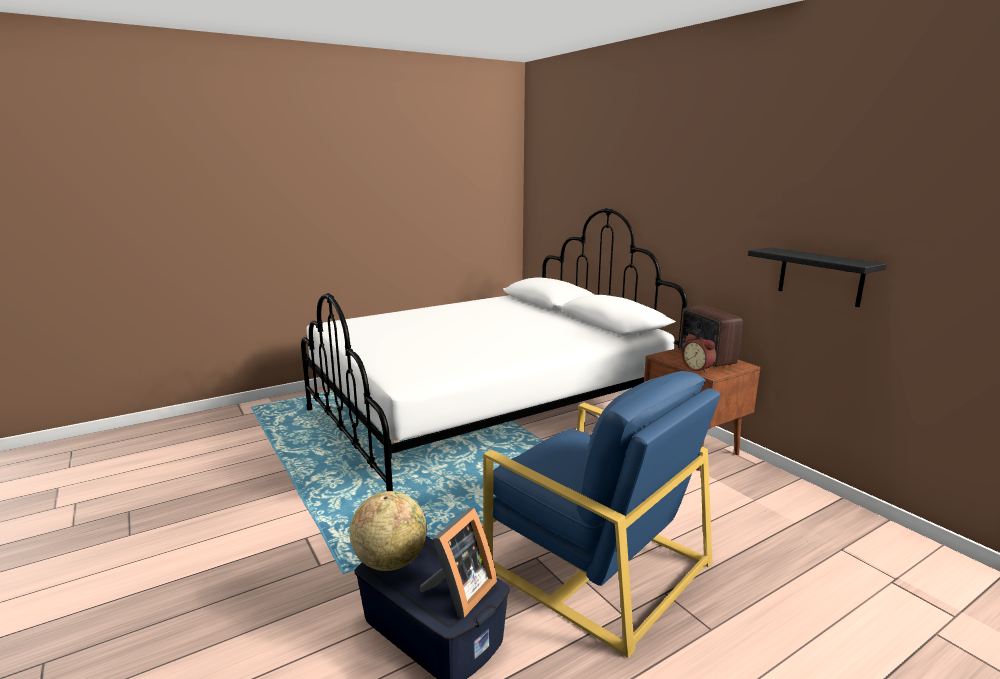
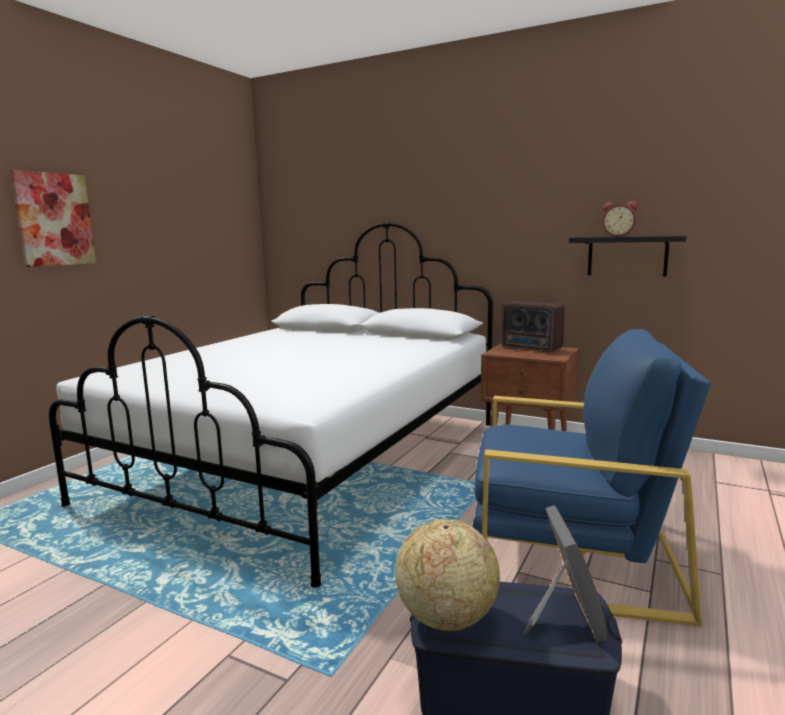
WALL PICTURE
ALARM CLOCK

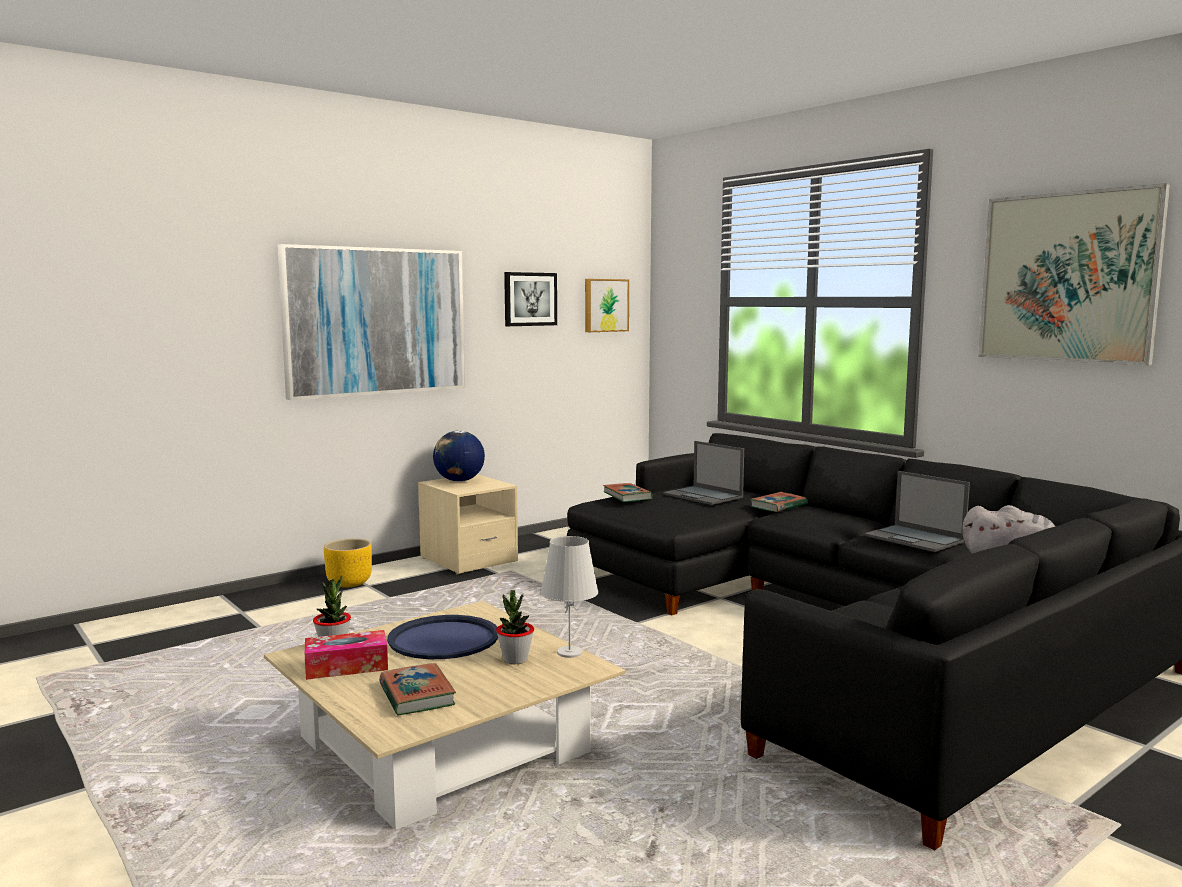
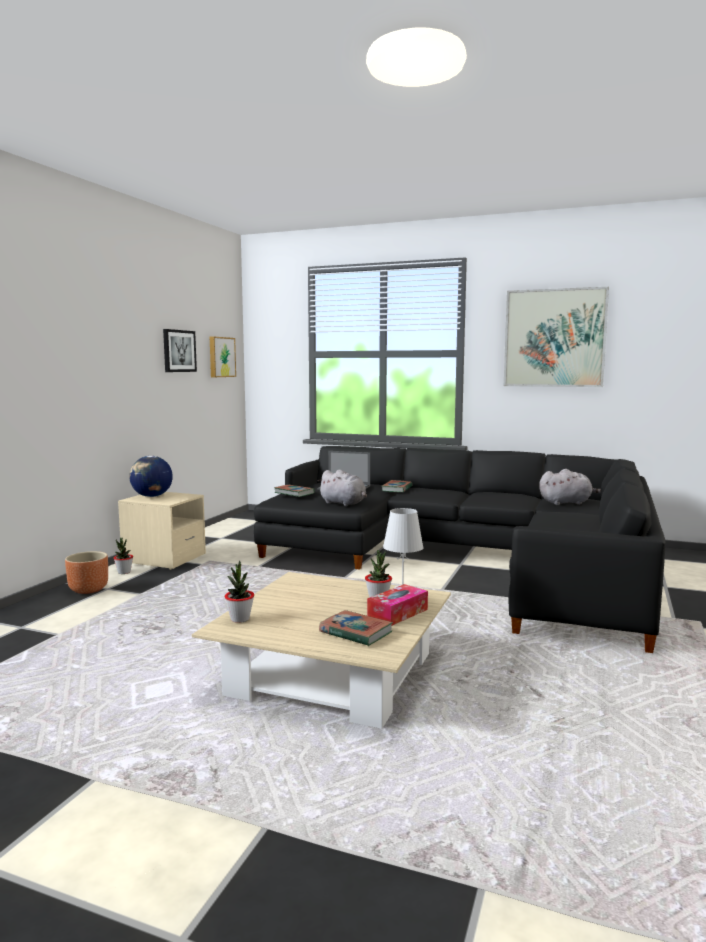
WALL PICTURE (1st from left in the first image)
BLUISH CARRYING TRAY
NOTEBOOK COMPUTER (2nd from left in the first image)
PLANT IN A POT (1st from left)
GRAY PLUSH TOY (1st from left)
TISSUE HOLDER
BROWN PLANT POT

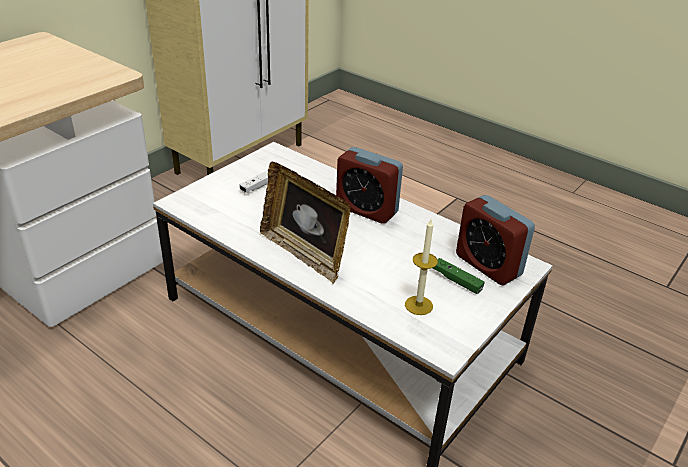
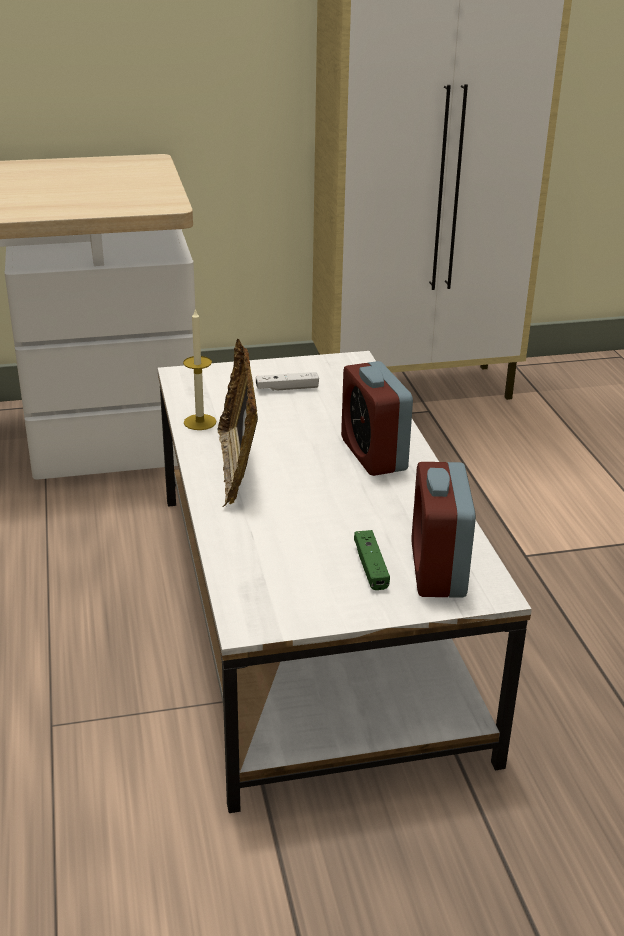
WAX CANDLE

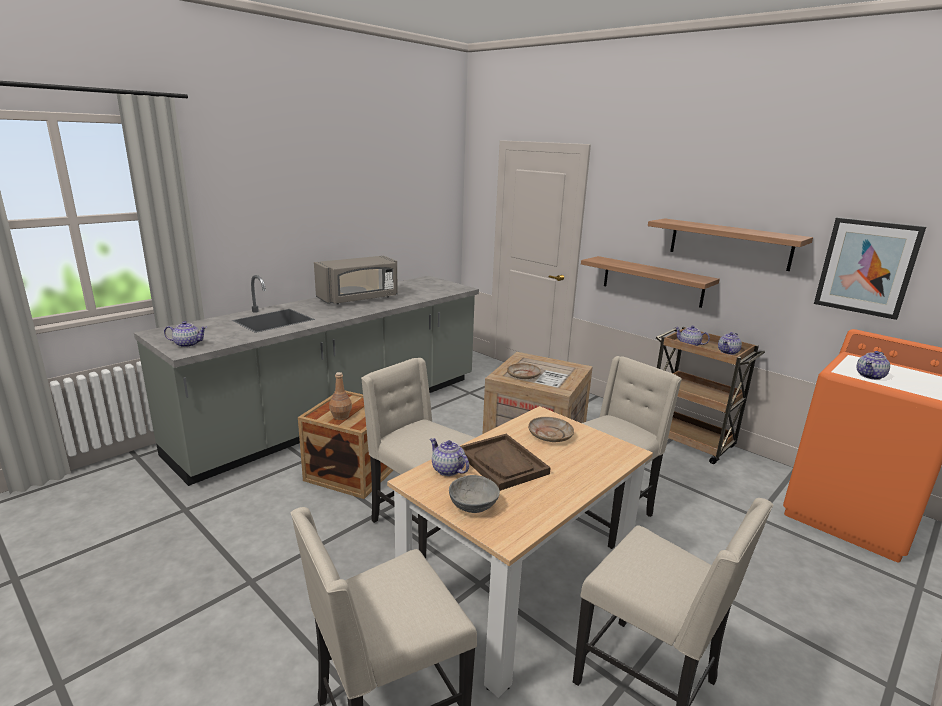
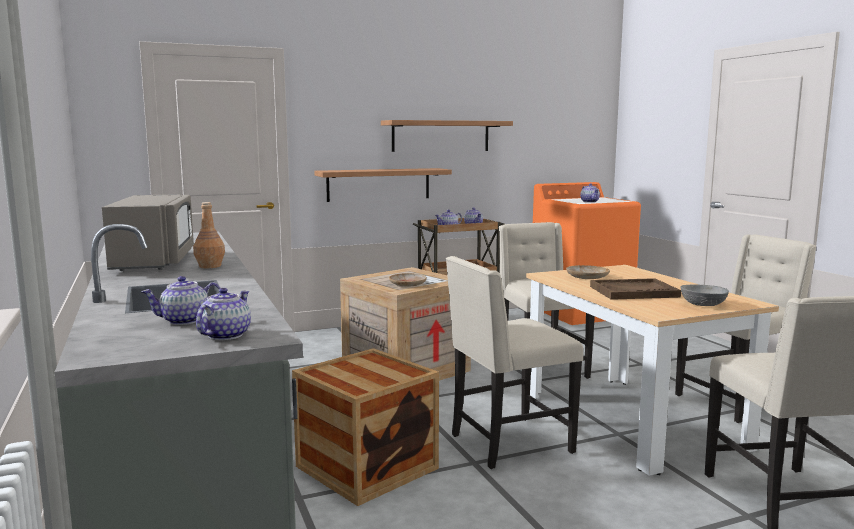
WALL PICTURE
BROWN BEVERAGE BOTTLE
TEAPOT (1st from left)

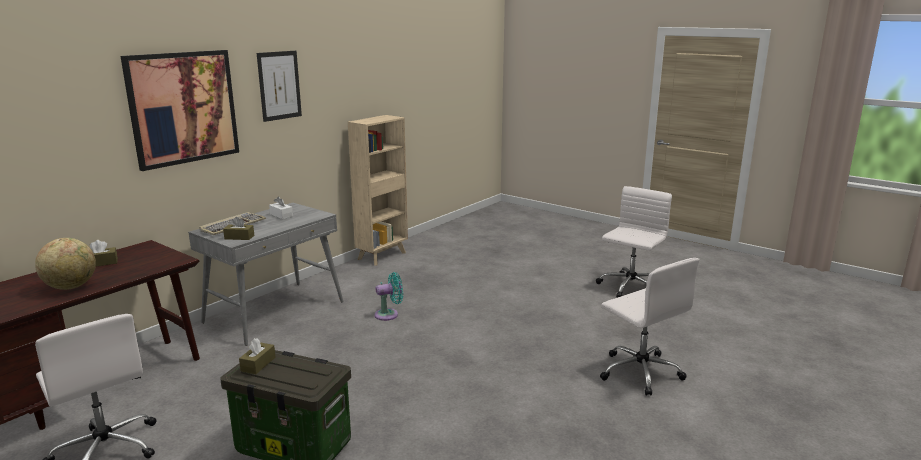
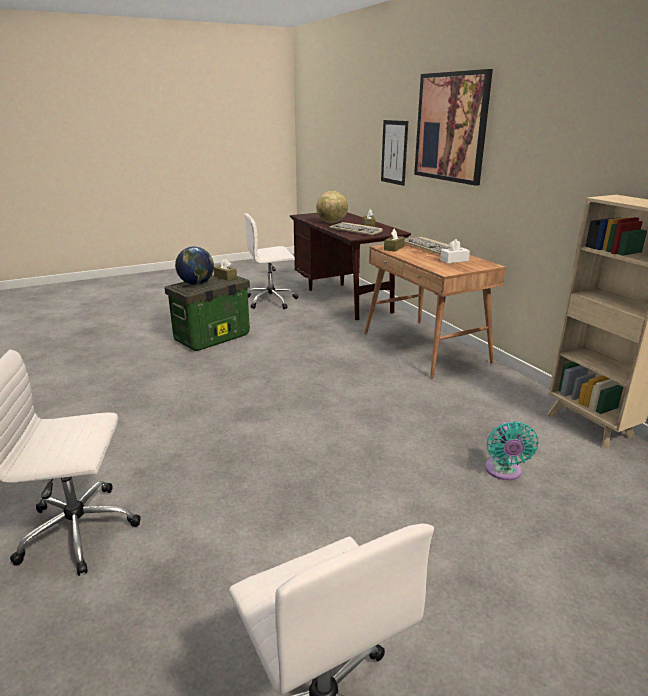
GLOBE (1st from left)
KEYBOARD (1st from left)
WALL PICTURE (1st from left)
TURQUOISE COOLING FAN
BROWN DESK (2nd from left)

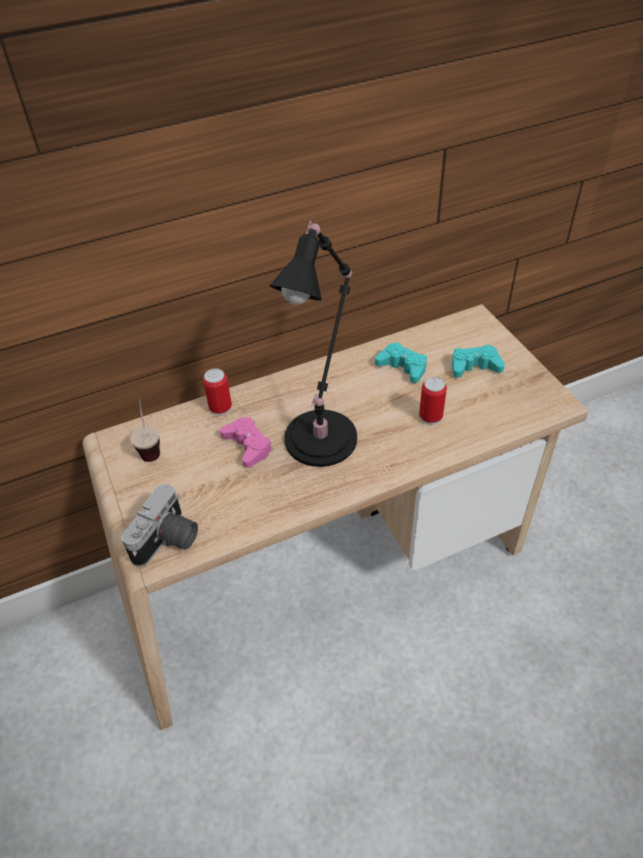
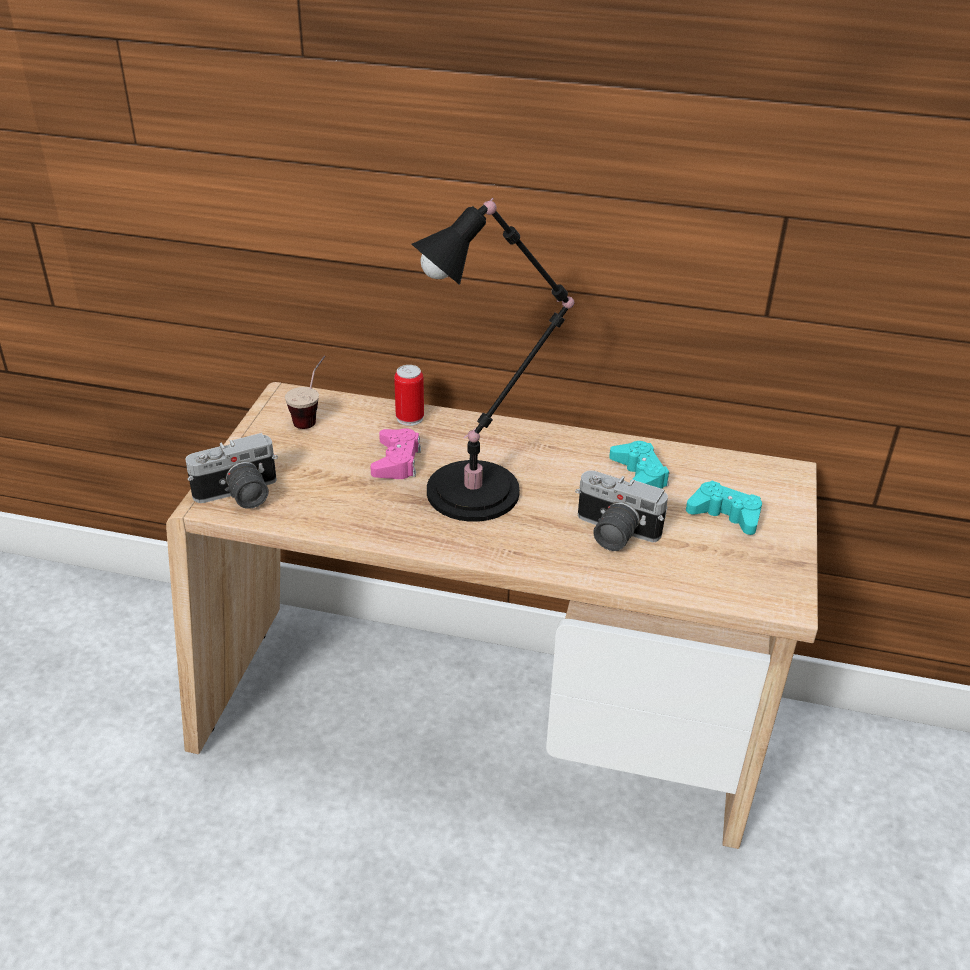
PHOTO CAMERA (2nd from left)

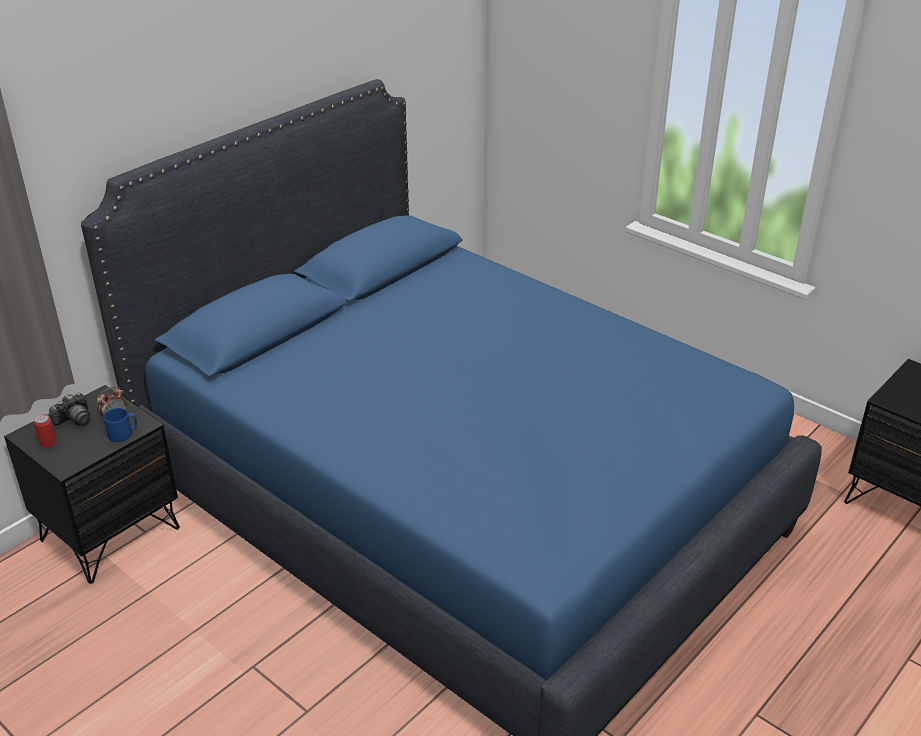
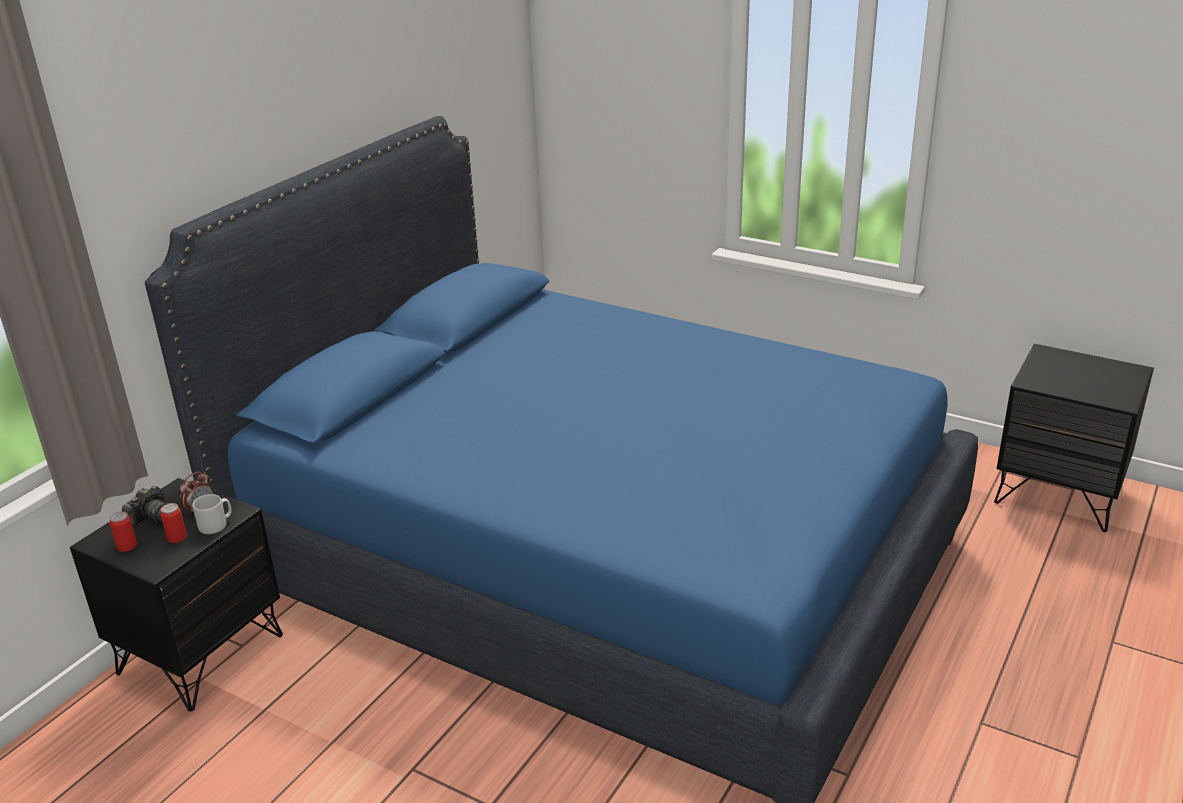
CAN (2nd from left)
GRAY MUG

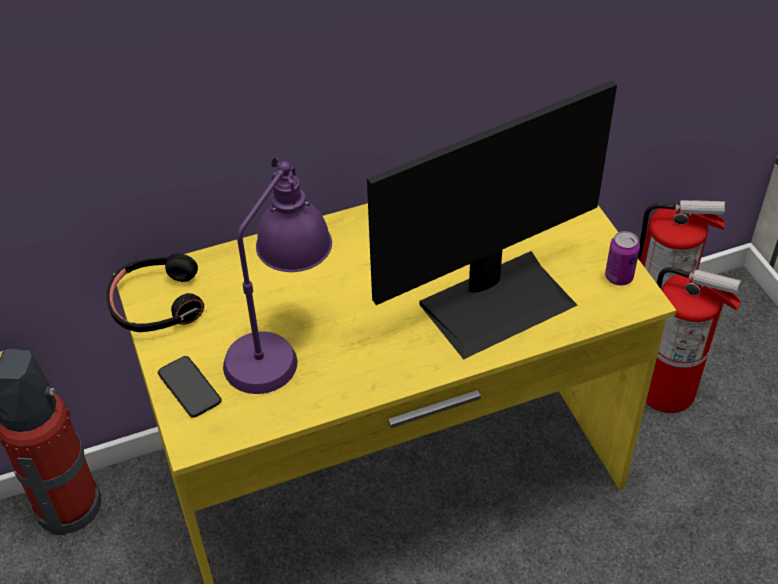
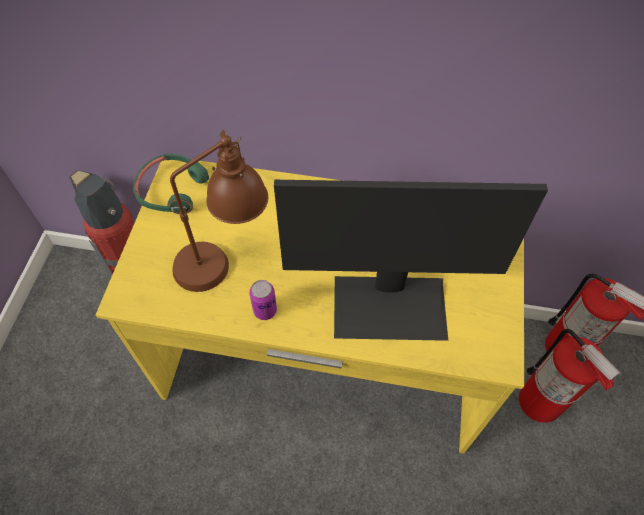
PHONE
CAN
GREENISH PAIR OF HEADPHONES
BROWN TABLETOP LAMP

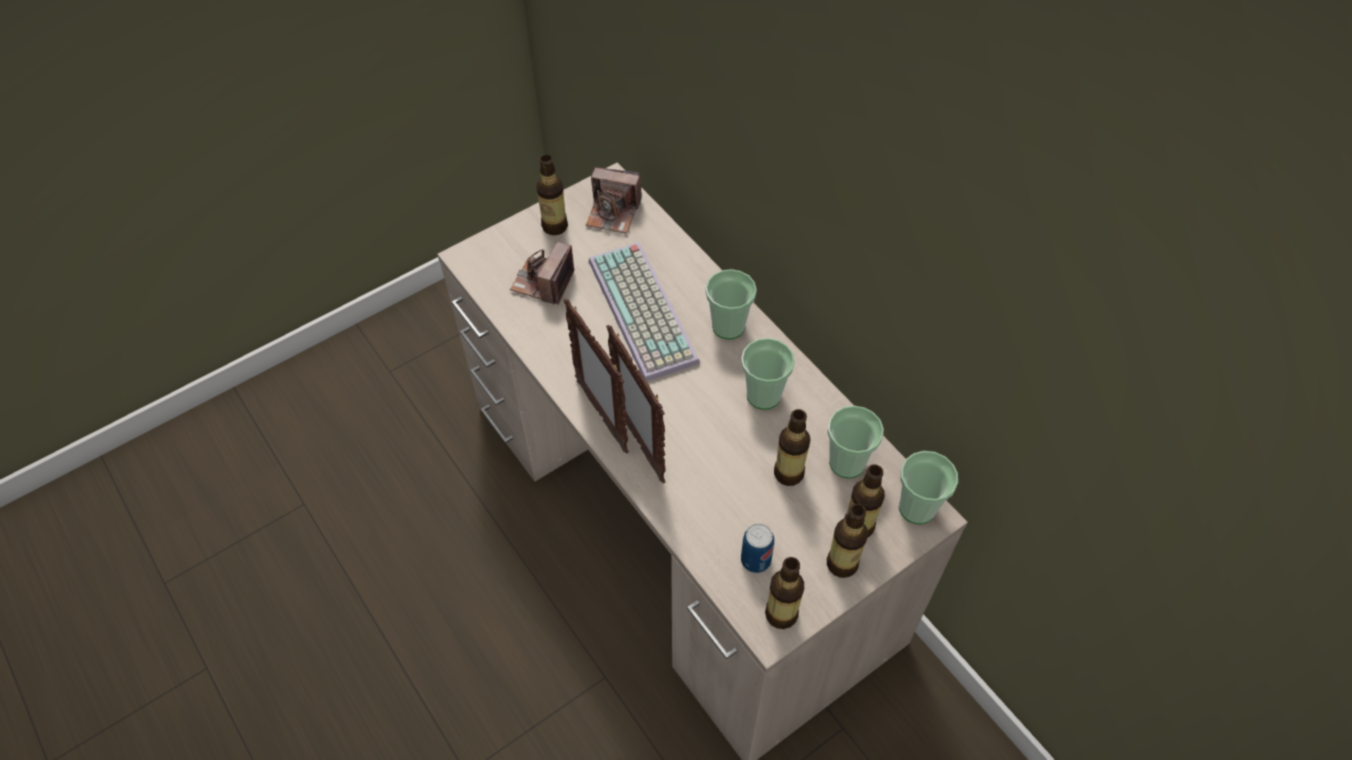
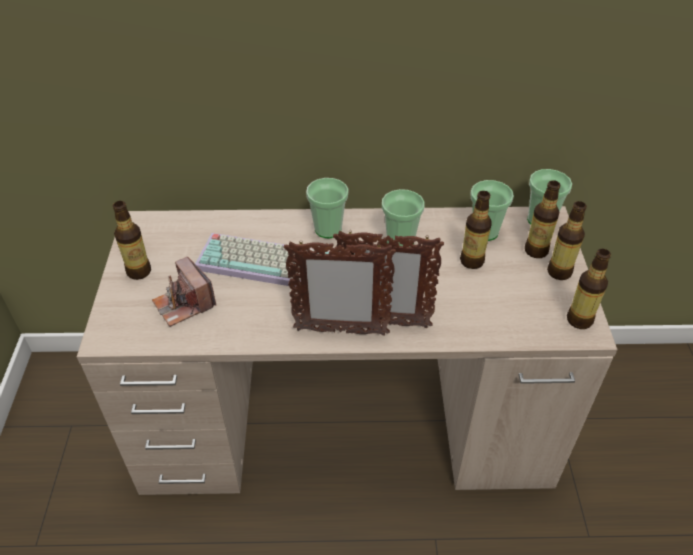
PHOTO CAMERA (2nd from left in the first image)
CAN

